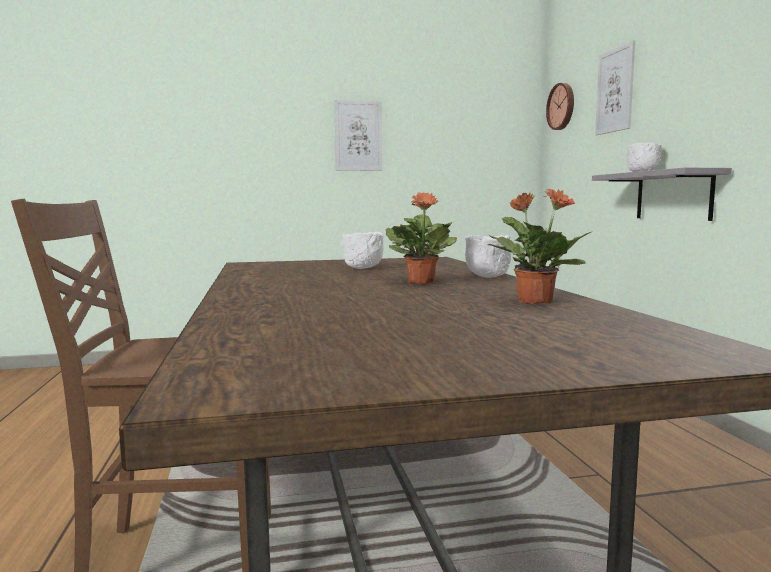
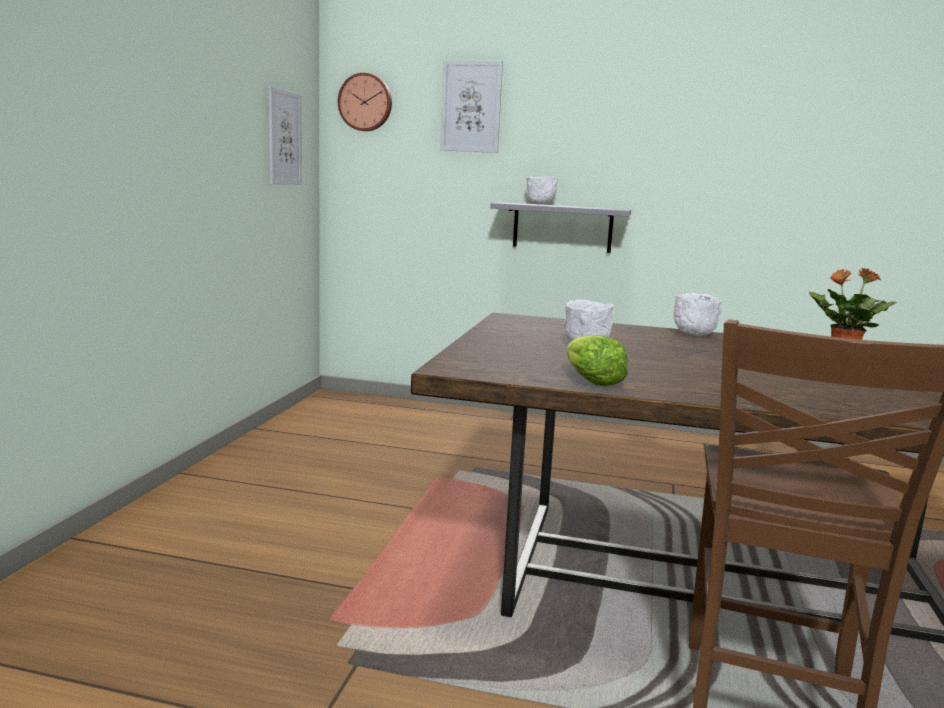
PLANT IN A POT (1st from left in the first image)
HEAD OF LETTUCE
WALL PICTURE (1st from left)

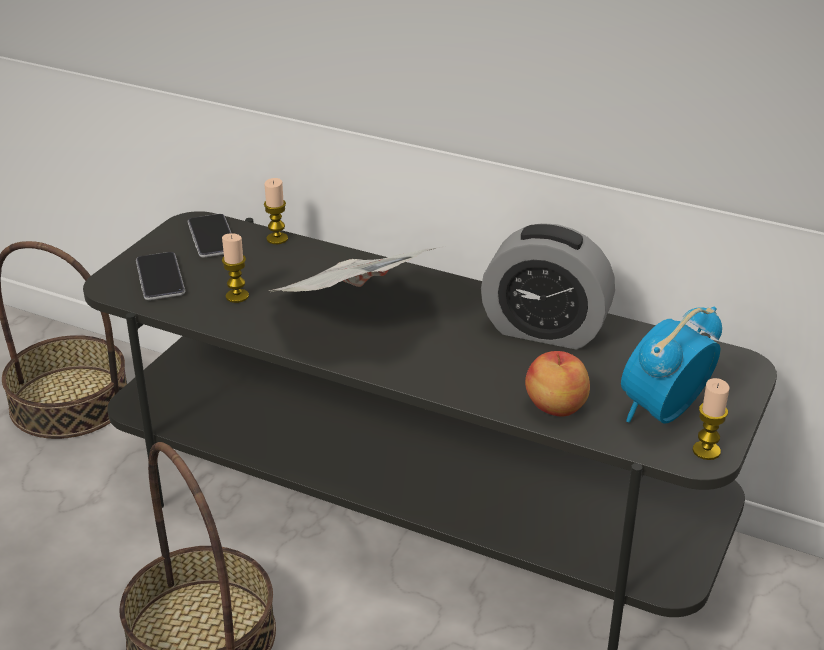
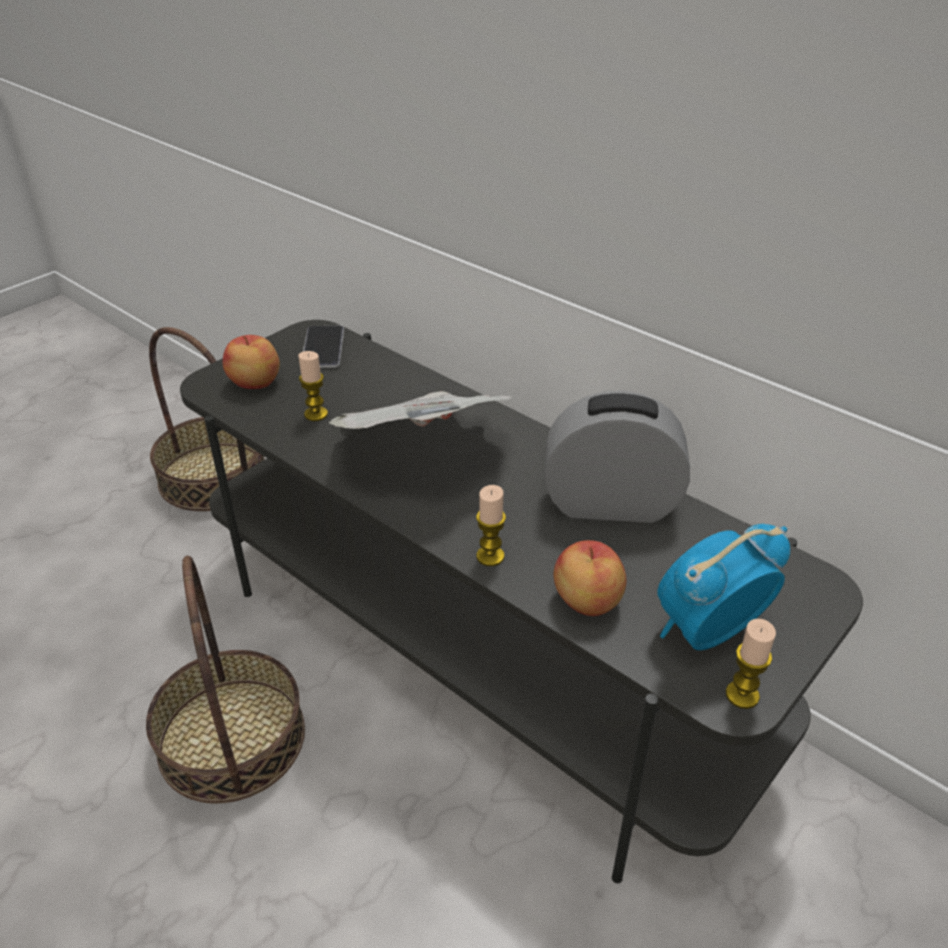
WAX CANDLE (2nd from left)
APPLE (1st from left)
ALARM CLOCK (1st from left)

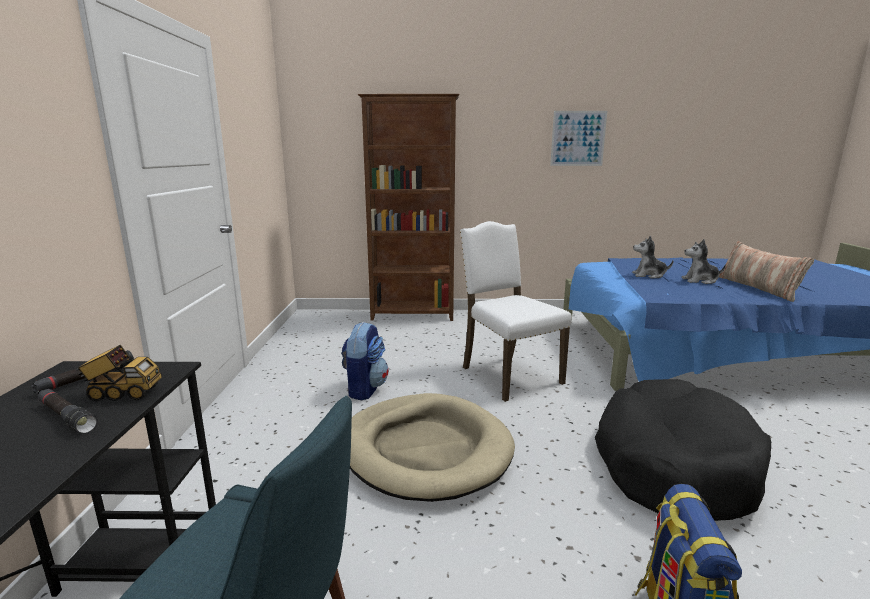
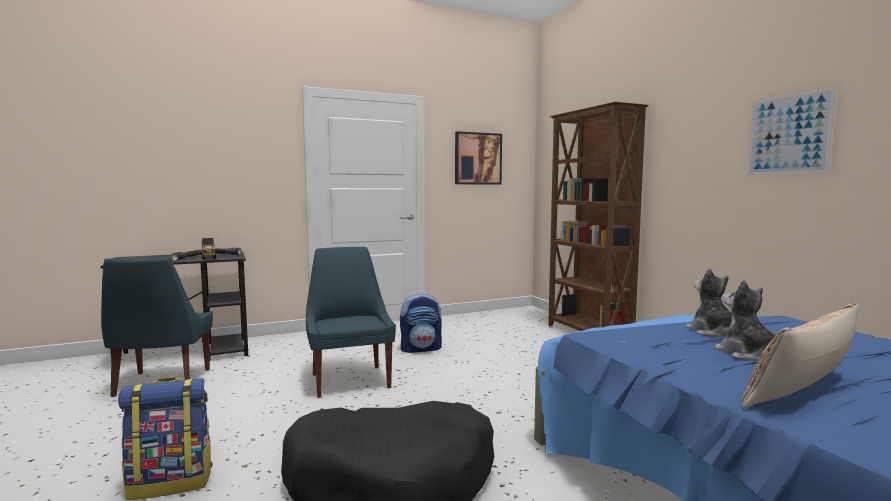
WHITE CHAIR
WALL PICTURE (1st from left)
BLUISH CHAIR (2nd from left)

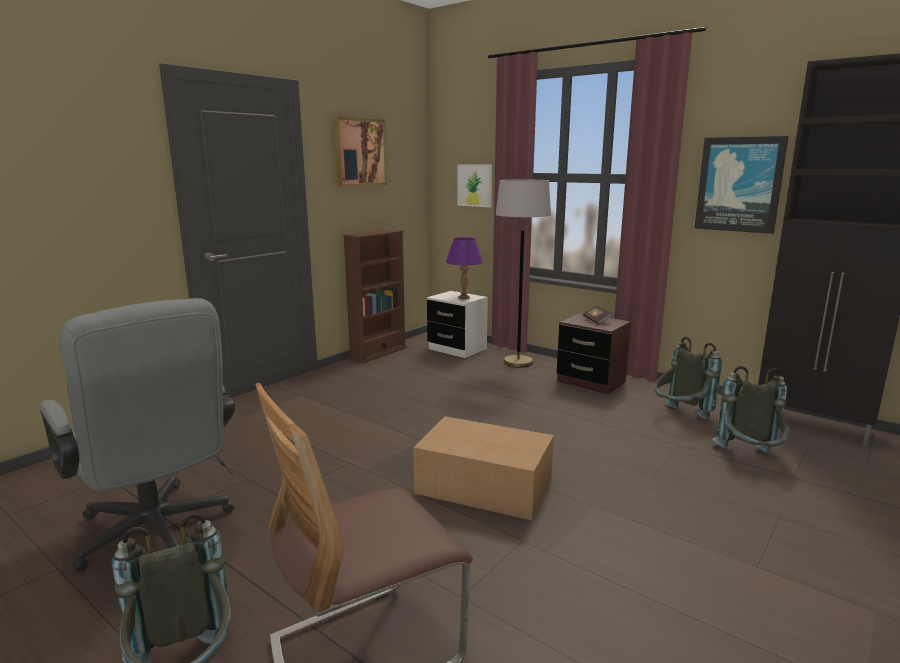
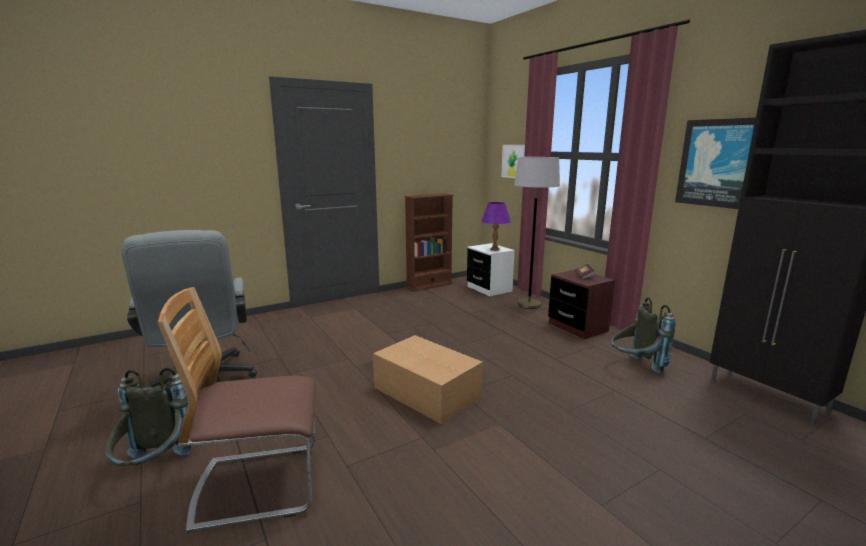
WALL PICTURE (1st from left in the first image)
GRAY RUCKSACK (3rd from left in the first image)

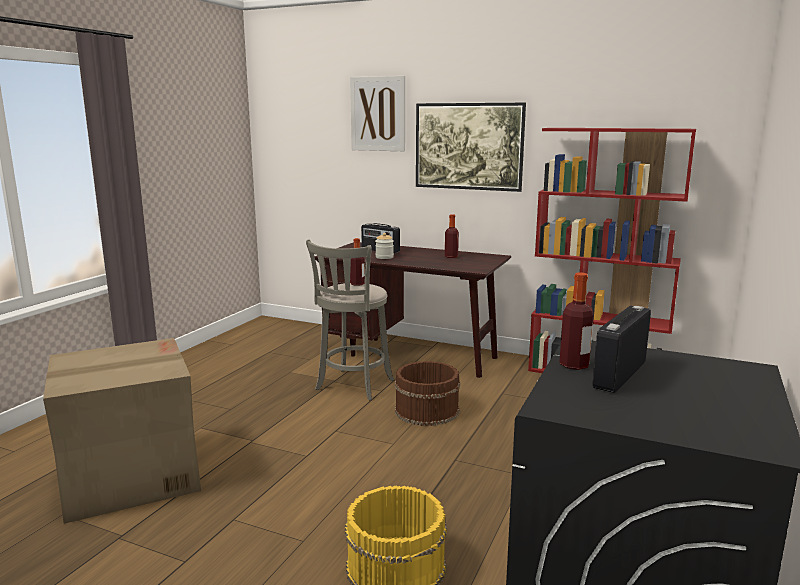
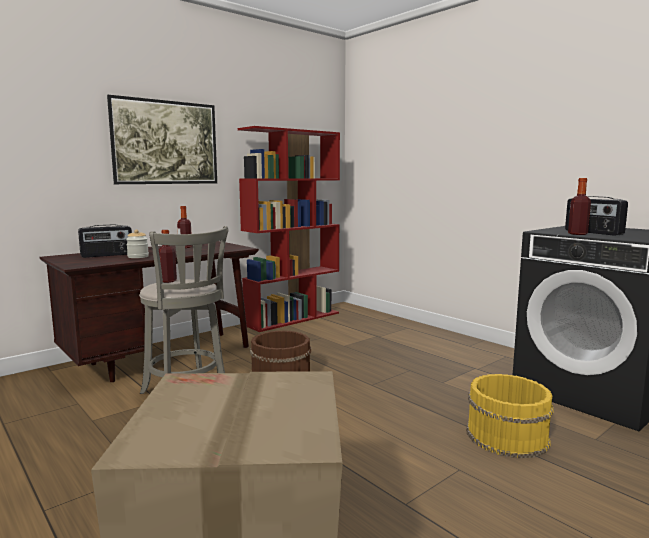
WALL PICTURE (1st from left in the first image)

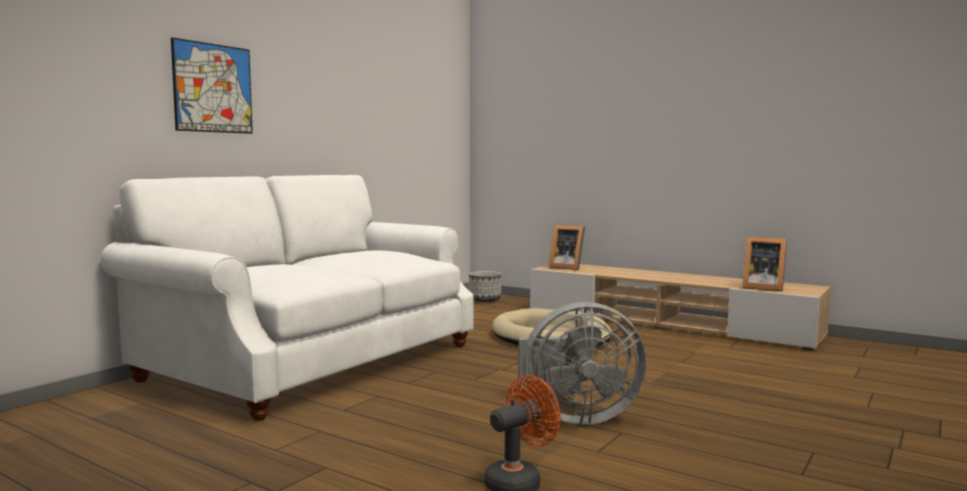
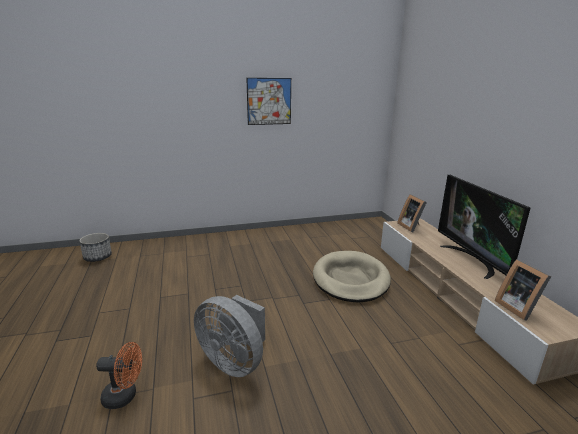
WHITE SOFA
TV
WALL PICTURE
PLANT POT

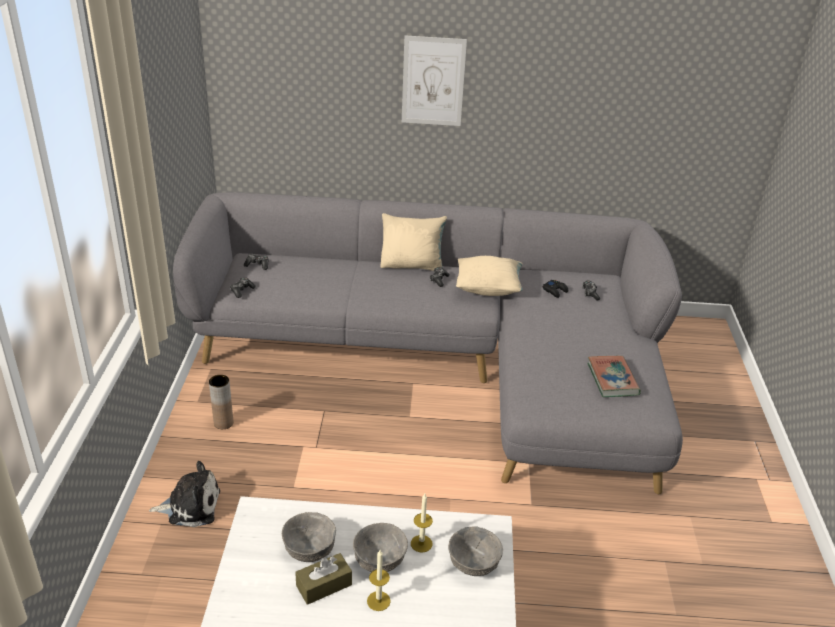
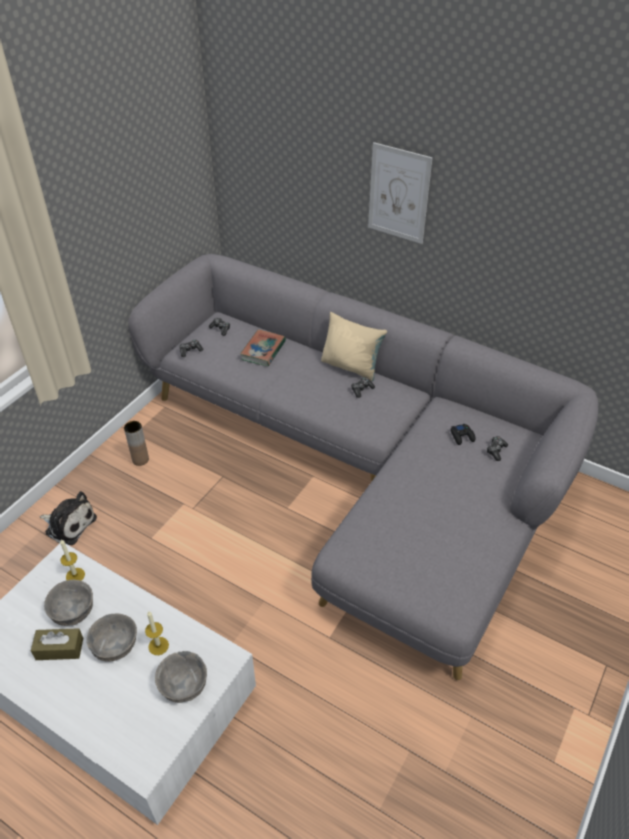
BEIGE CUSHION (2nd from left in the first image)
WAX CANDLE (1st from left)
BOOK

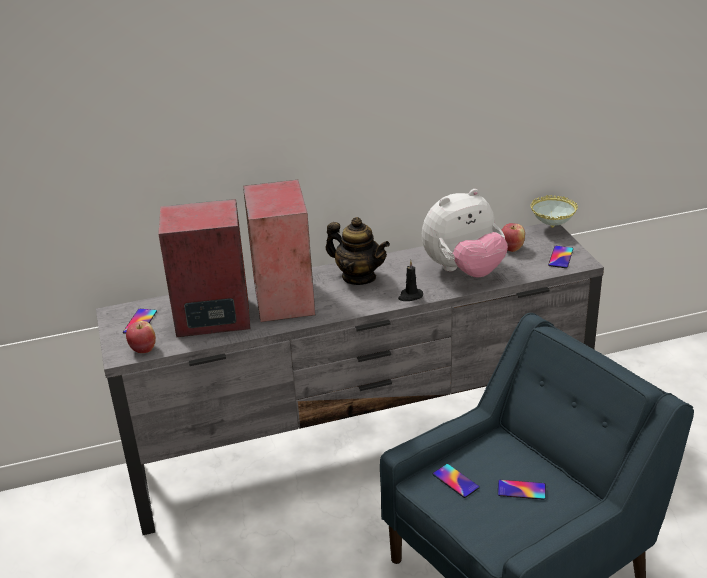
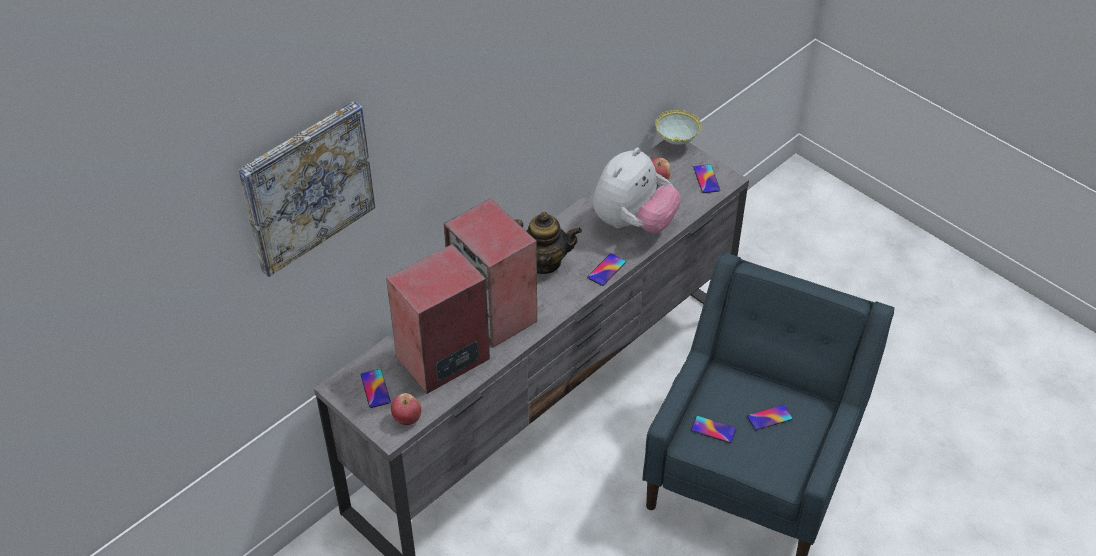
WALL PICTURE
PHONE (2nd from left)

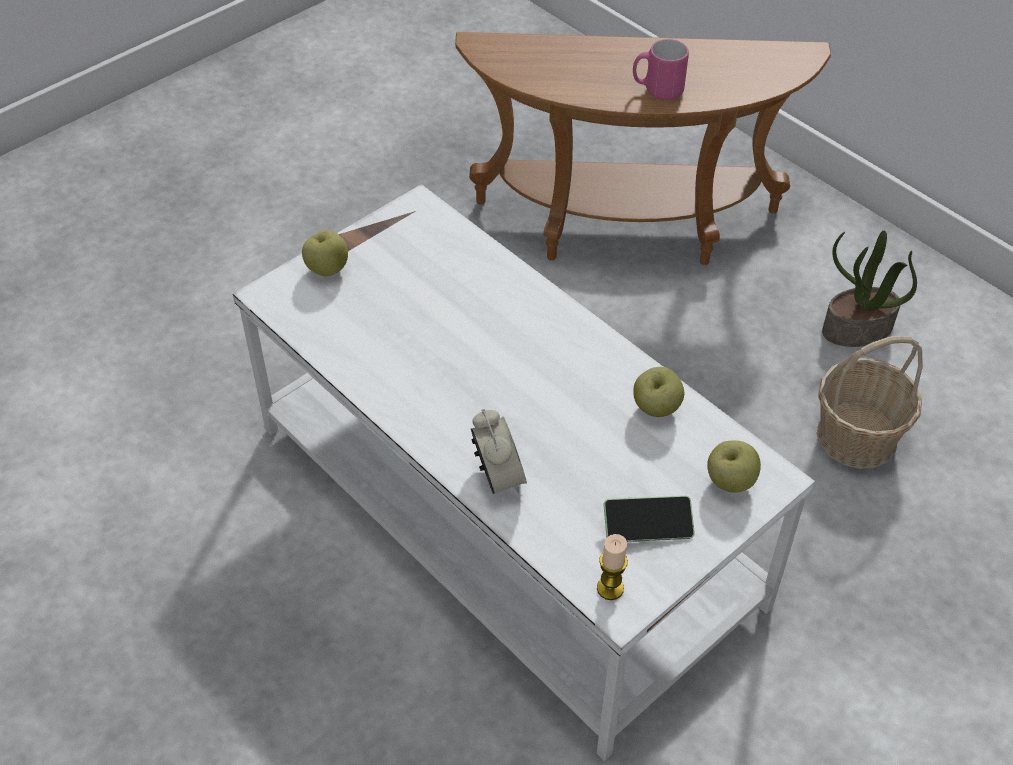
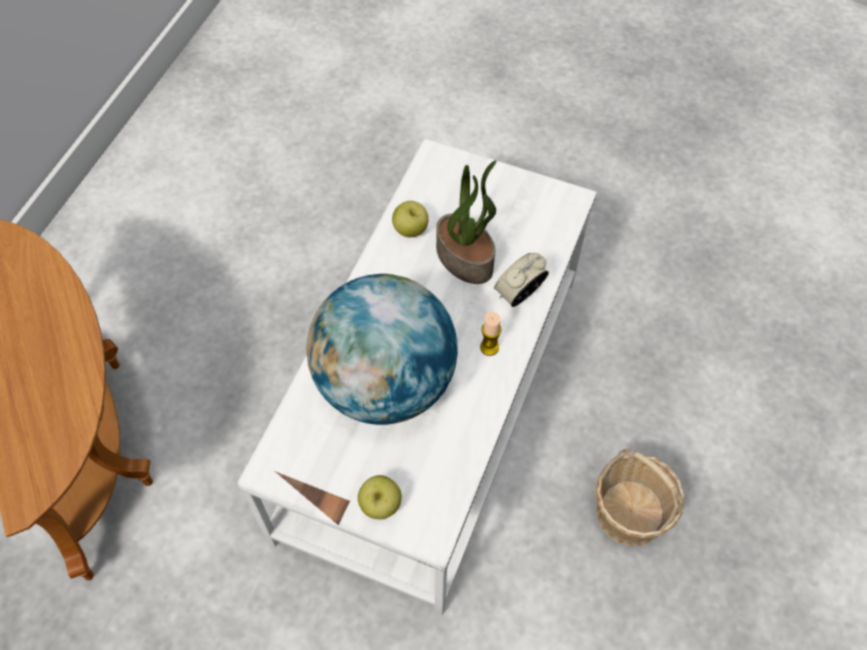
PHONE
PINKISH MUG
APPLE (3rd from left in the first image)
GLOBE
WAX CANDLE
STORAGE BASKET
PLANT IN A POT

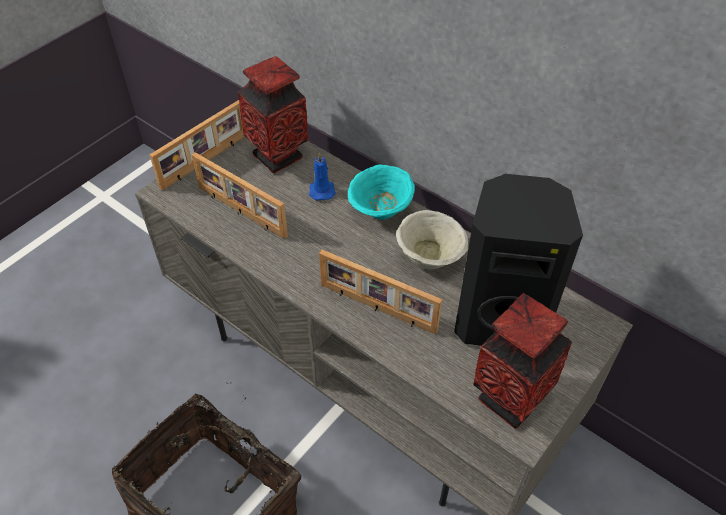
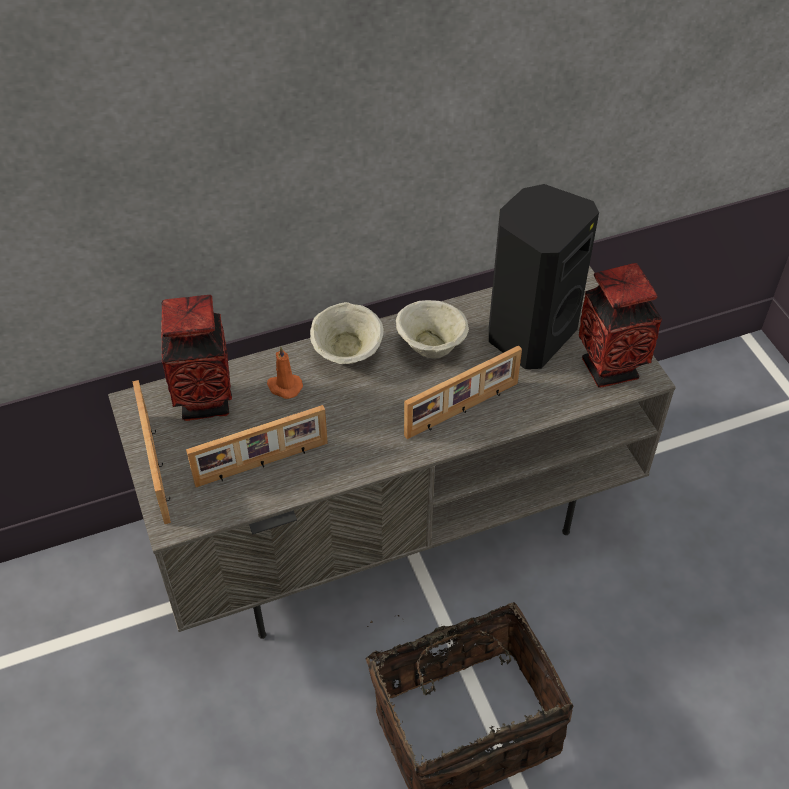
ORANGEY WAX CANDLE
BEIGE SERVING BOWL (1st from left)

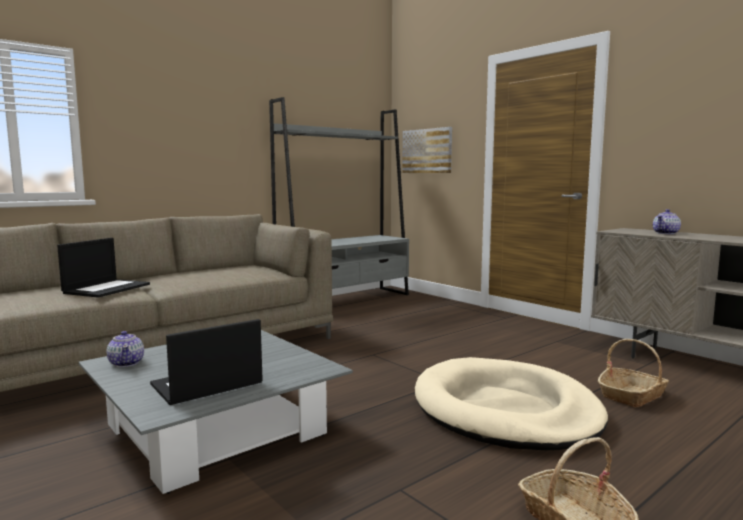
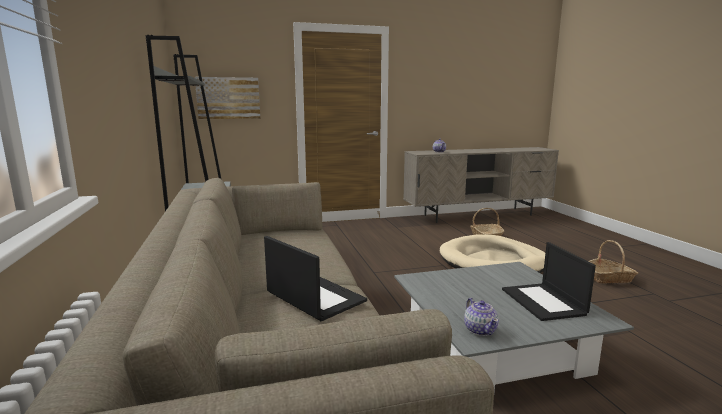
TEAPOT (2nd from left)

